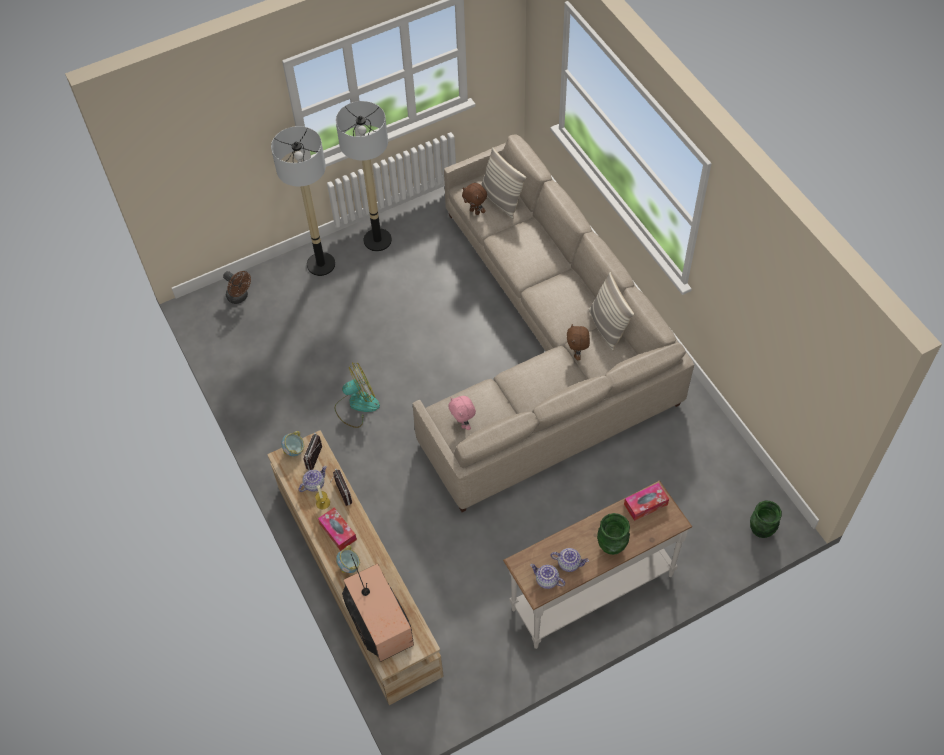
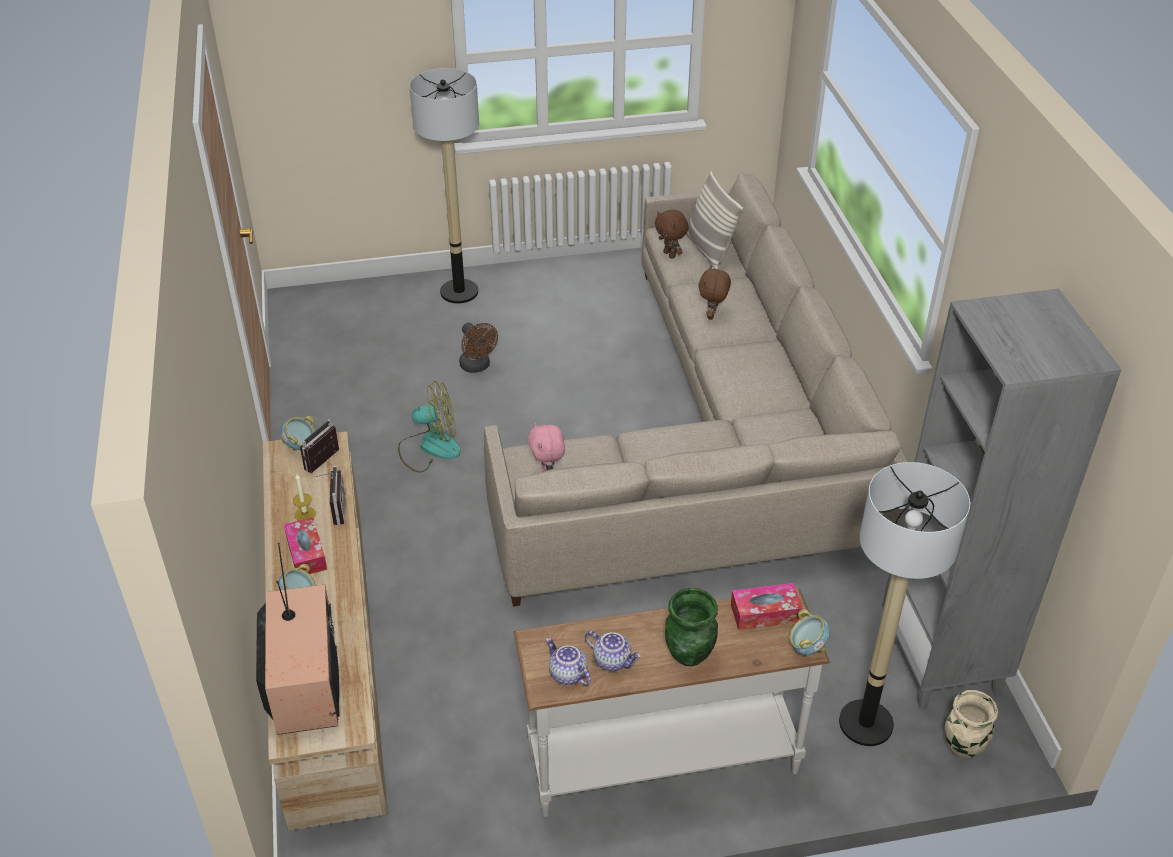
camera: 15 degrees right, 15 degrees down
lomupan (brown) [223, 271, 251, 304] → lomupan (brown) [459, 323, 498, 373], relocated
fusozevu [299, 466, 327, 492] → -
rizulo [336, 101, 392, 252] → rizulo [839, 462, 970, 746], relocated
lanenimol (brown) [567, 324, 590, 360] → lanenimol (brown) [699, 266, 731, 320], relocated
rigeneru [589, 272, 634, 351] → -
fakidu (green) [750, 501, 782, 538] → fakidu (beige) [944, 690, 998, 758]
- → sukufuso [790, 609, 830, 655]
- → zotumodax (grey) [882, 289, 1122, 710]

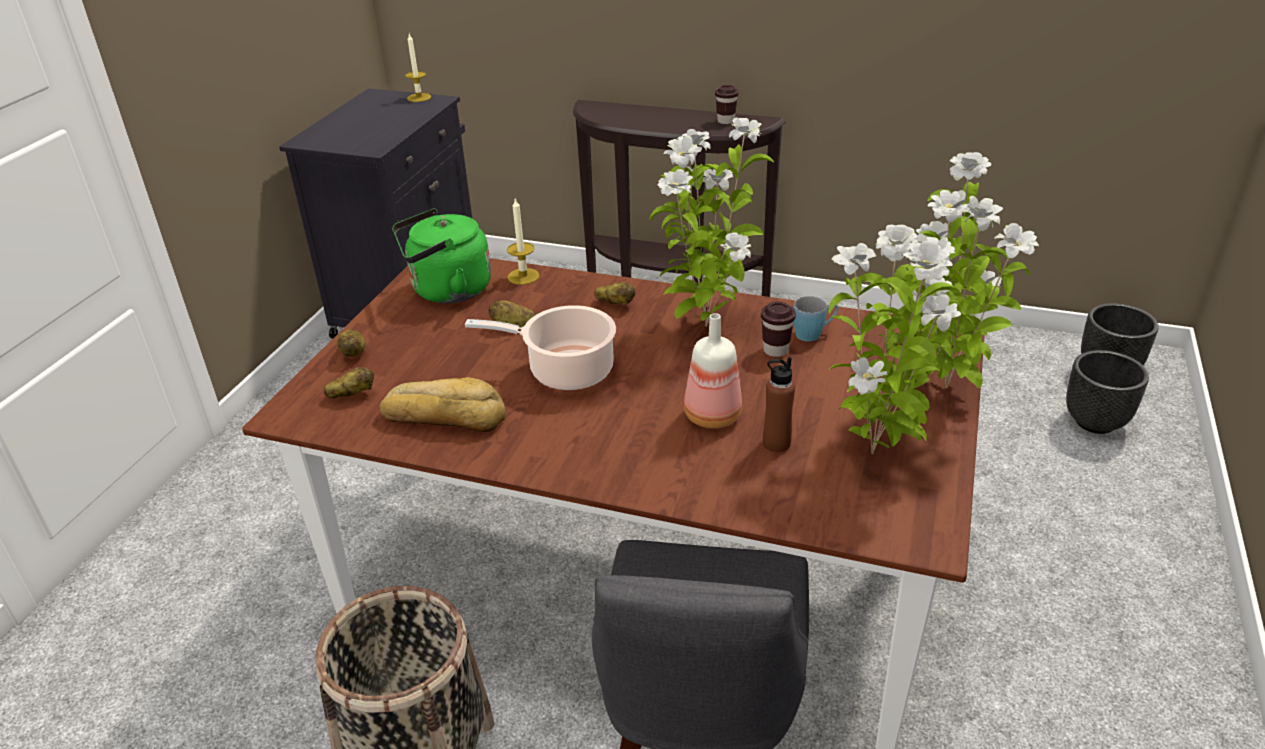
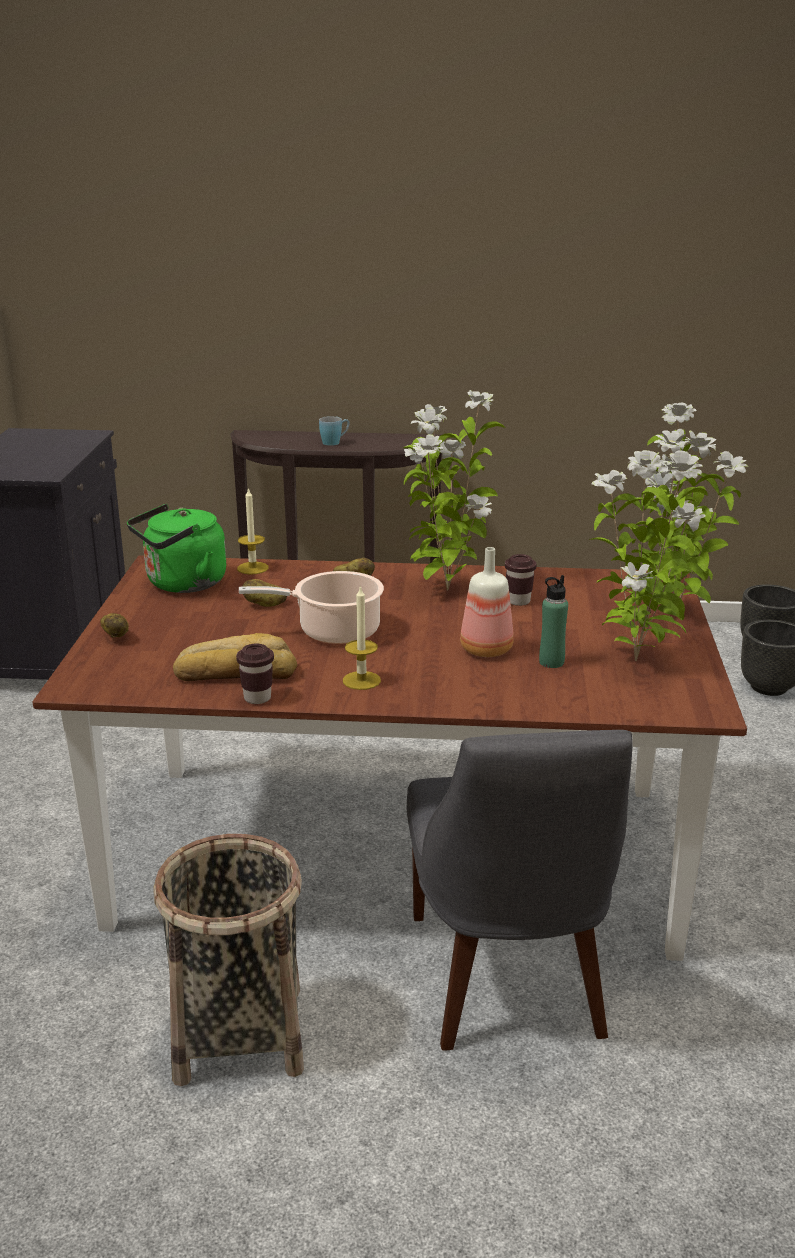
camera: 15 degrees left, 10 degrees down
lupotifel [324, 367, 374, 398] → -
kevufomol [405, 34, 431, 102] → kevufomol [343, 585, 381, 690], relocated
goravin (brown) [715, 85, 739, 124] → goravin (brown) [236, 644, 274, 704], relocated
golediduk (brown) [763, 357, 795, 452] → golediduk (green) [539, 575, 568, 668]
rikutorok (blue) [793, 296, 839, 342] → rikutorok (blue) [319, 416, 350, 446], relocated

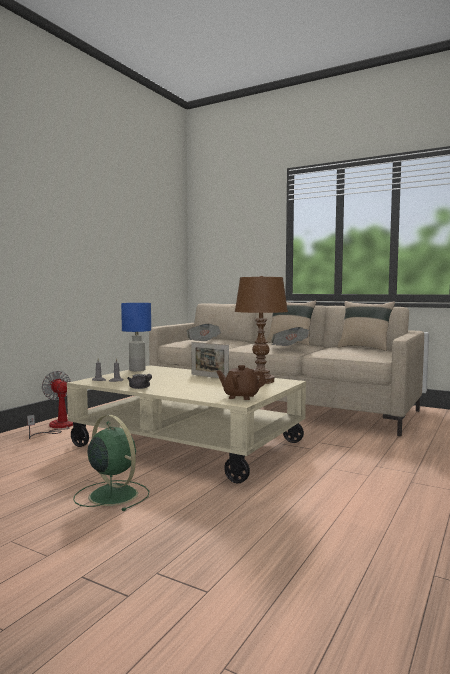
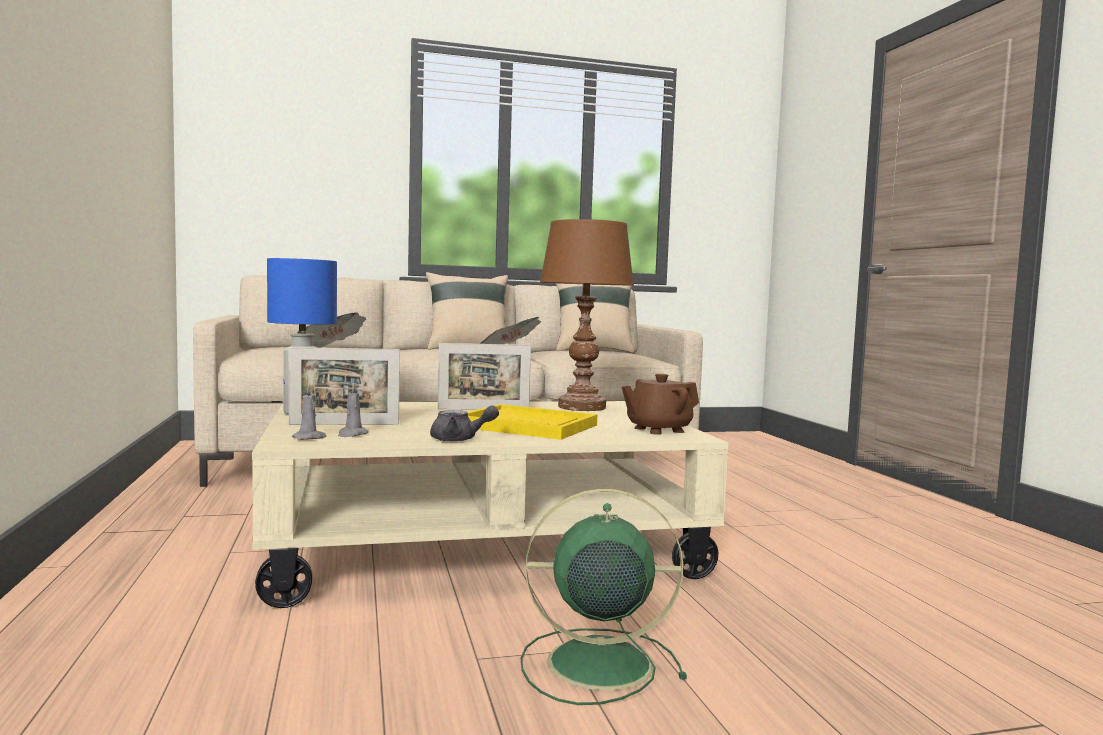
camera: 45 degrees left, 0 degrees up
lomupan [27, 371, 73, 439] → -
- → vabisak [289, 347, 400, 425]
- → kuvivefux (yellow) [468, 404, 597, 440]

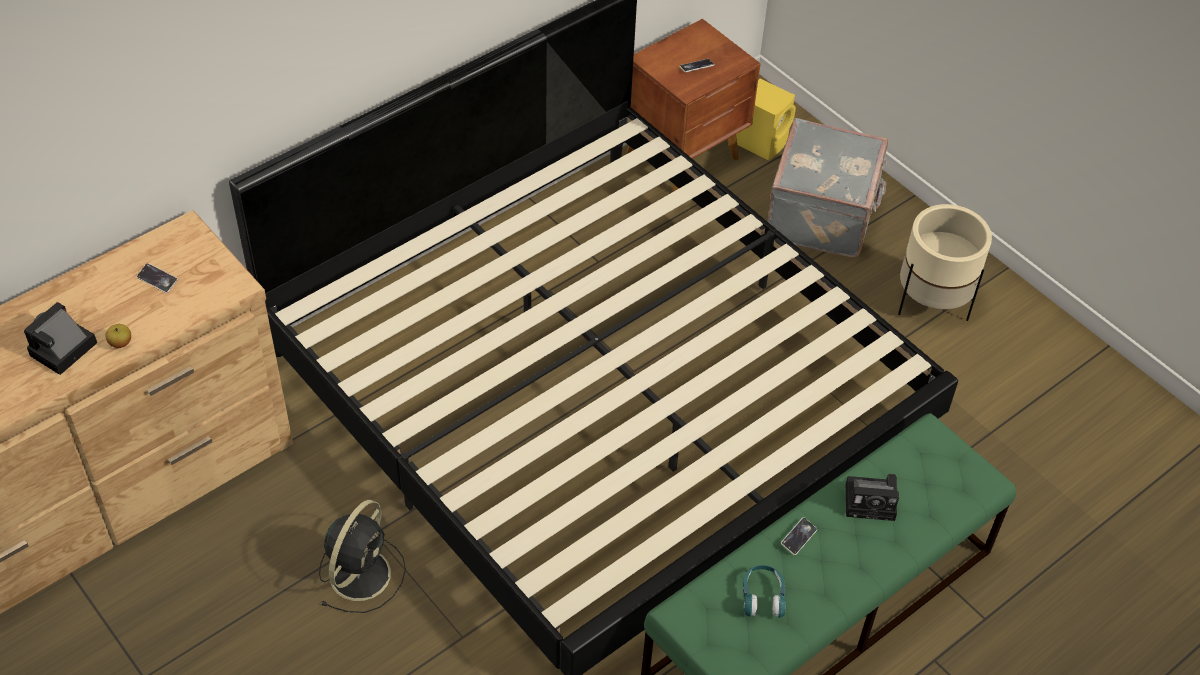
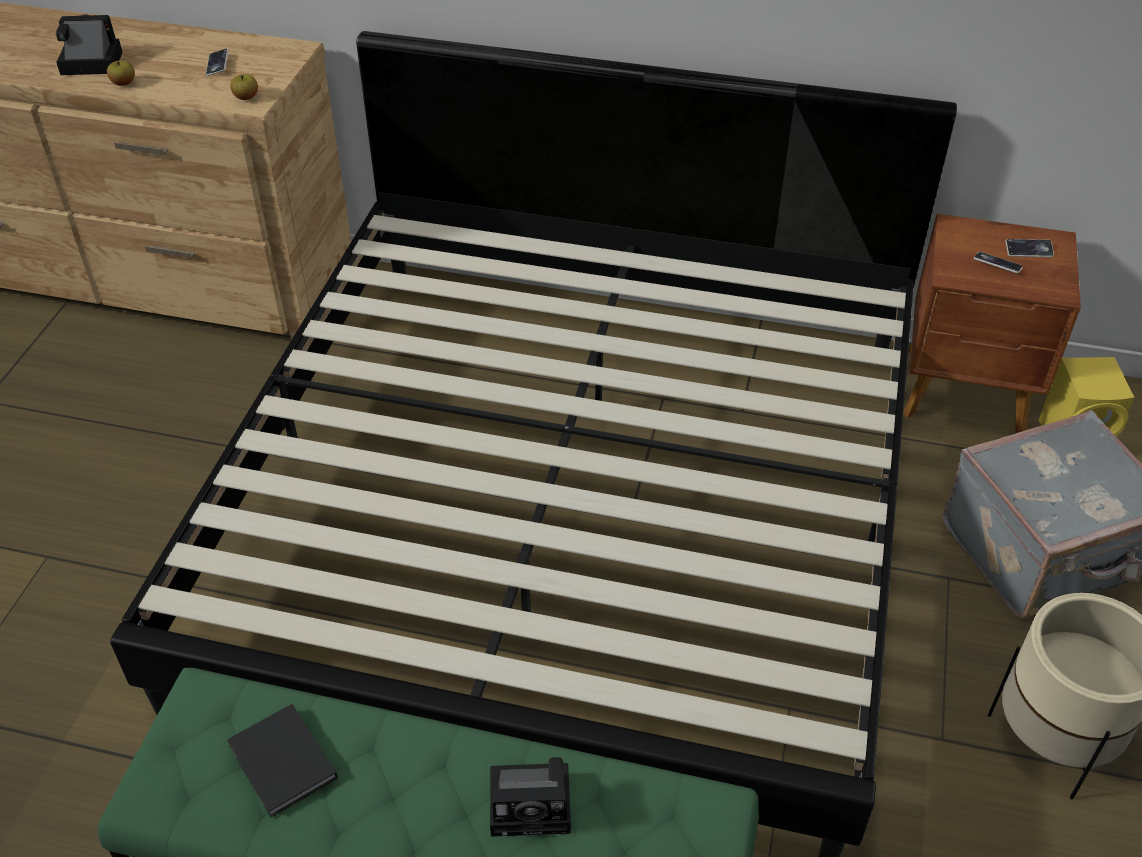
camera: 55 degrees right, 5 degrees down
lomupan (black) [319, 500, 406, 613] → -
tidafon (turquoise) [743, 565, 786, 618] → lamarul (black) [227, 704, 338, 817]
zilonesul [781, 517, 817, 555] → zilonesul [1006, 239, 1054, 257], relocated
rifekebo [846, 474, 899, 521] → rifekebo [490, 757, 571, 837], 60 degrees counterclockwise
- → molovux [230, 74, 258, 100]

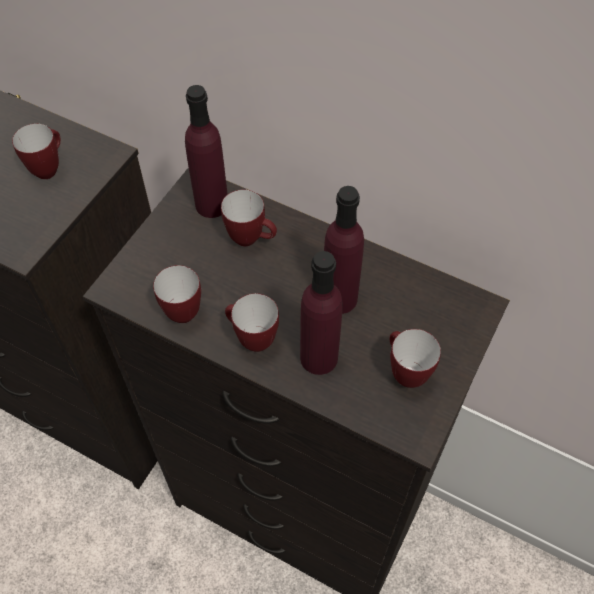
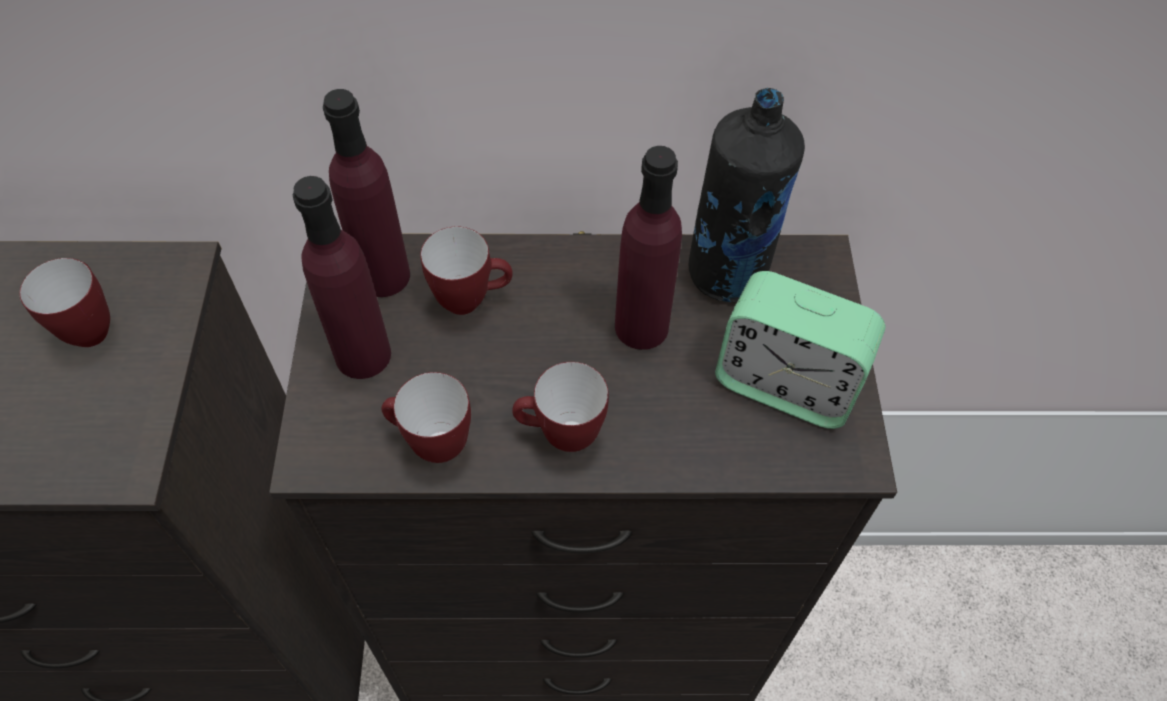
camera: 30 degrees left, 0 degrees up
golediduk (purple) [300, 251, 343, 375] → golediduk (purple) [293, 176, 391, 379], relocated
rikutorok [390, 329, 441, 388] → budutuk [715, 271, 885, 429]
- → golediduk (black) [689, 88, 805, 302]

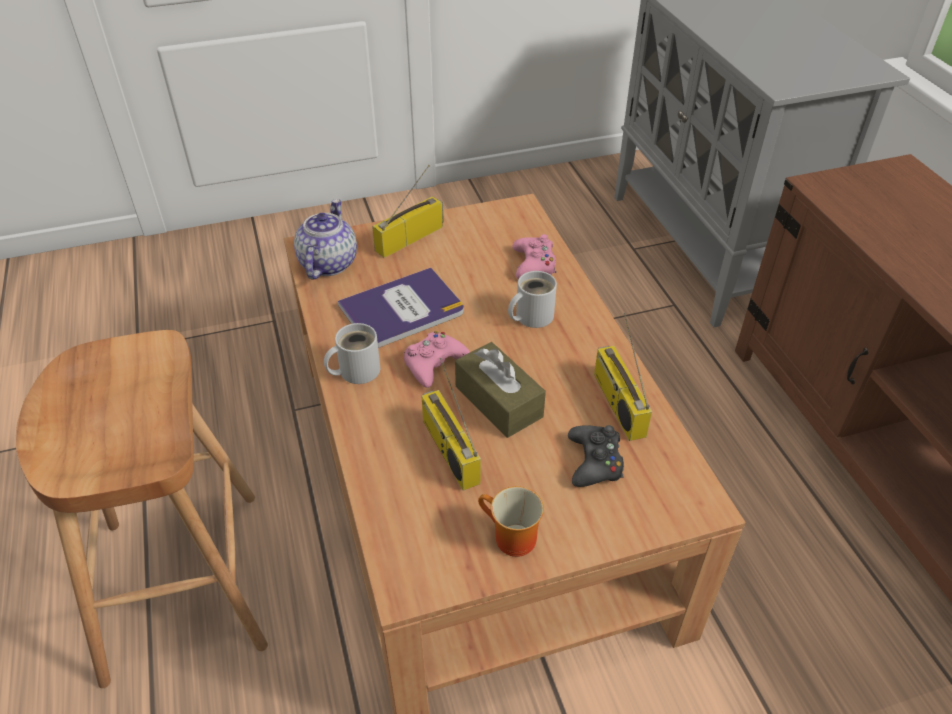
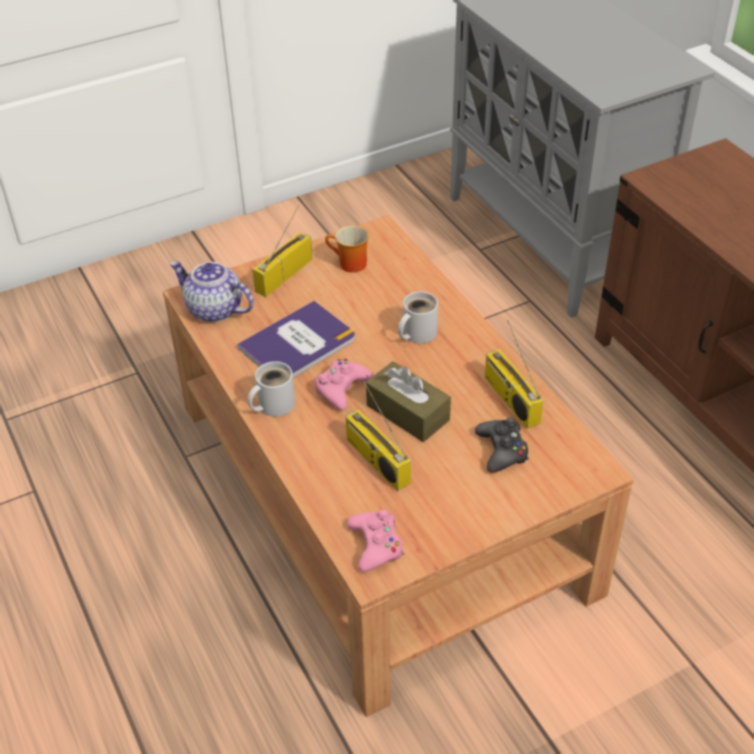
camera: 10 degrees left, 0 degrees up
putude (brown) [16, 330, 268, 688] → -
fusozevu [294, 199, 357, 280] → fusozevu [169, 261, 254, 322], 60 degrees counterclockwise
rikutorok [478, 486, 544, 557] → rikutorok [325, 225, 369, 273], relocated
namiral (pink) [512, 234, 556, 279] → namiral (pink) [347, 509, 404, 572], relocated

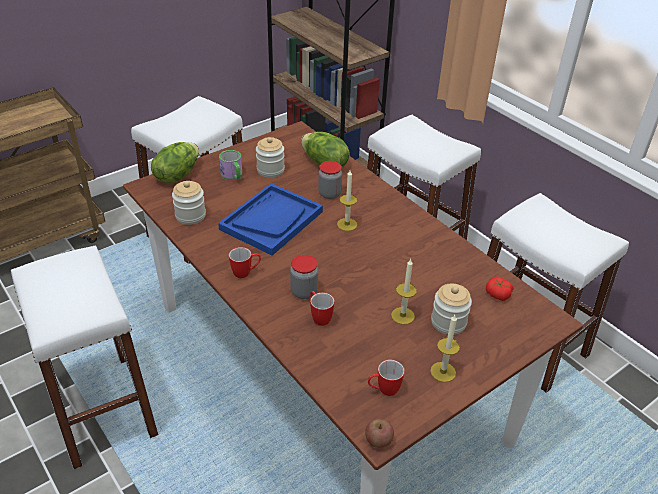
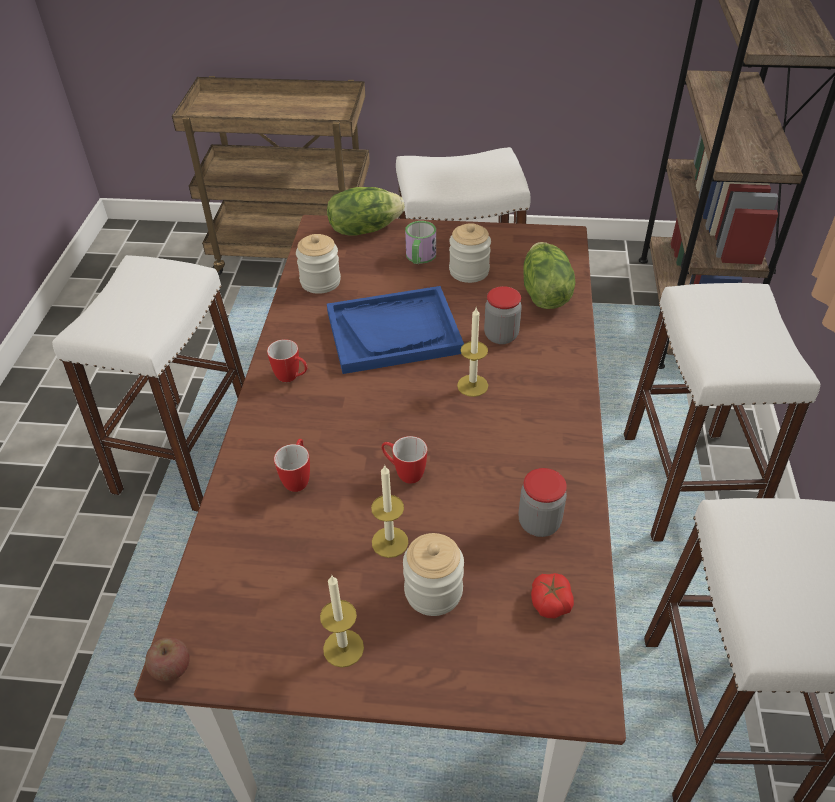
camera: 45 degrees right, 5 degrees up
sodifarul [290, 255, 318, 299] → sodifarul [519, 468, 567, 537], relocated
rikutorok [368, 360, 405, 396] → rikutorok [382, 436, 427, 484], relocated

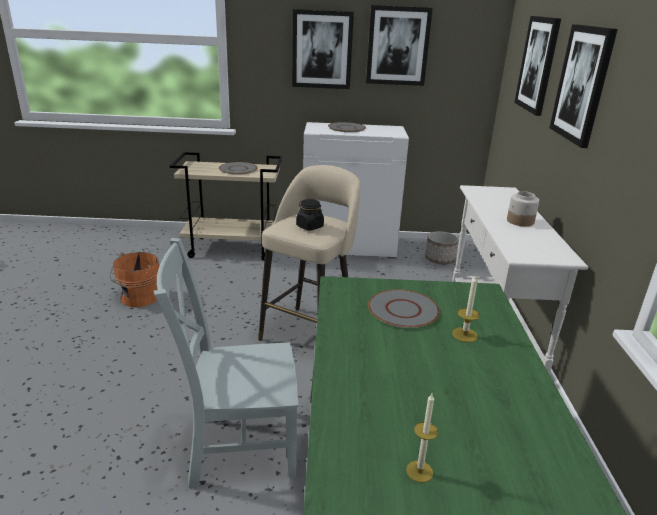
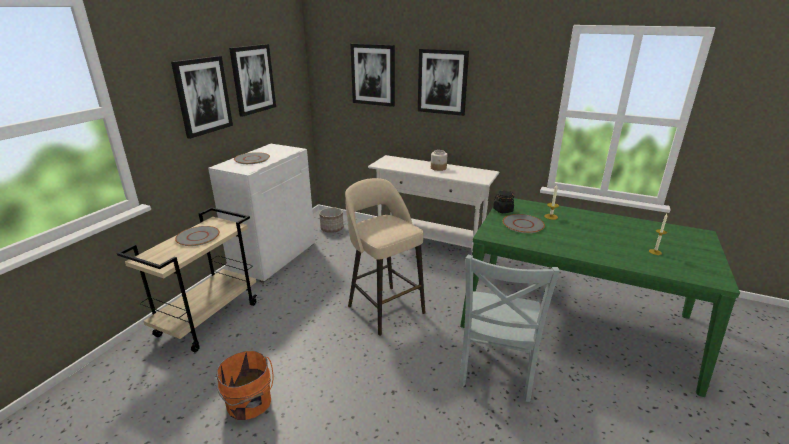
camera: 65 degrees left, 0 degrees up
sodifarul (black) [296, 199, 324, 230] → sodifarul (black) [493, 191, 514, 213], relocated

